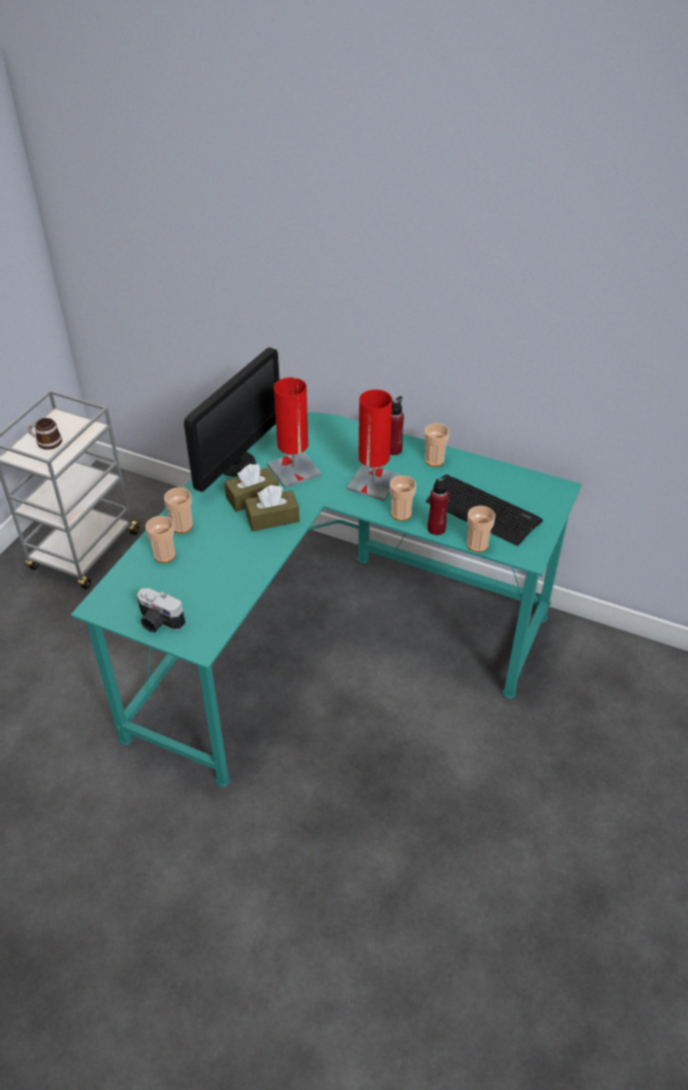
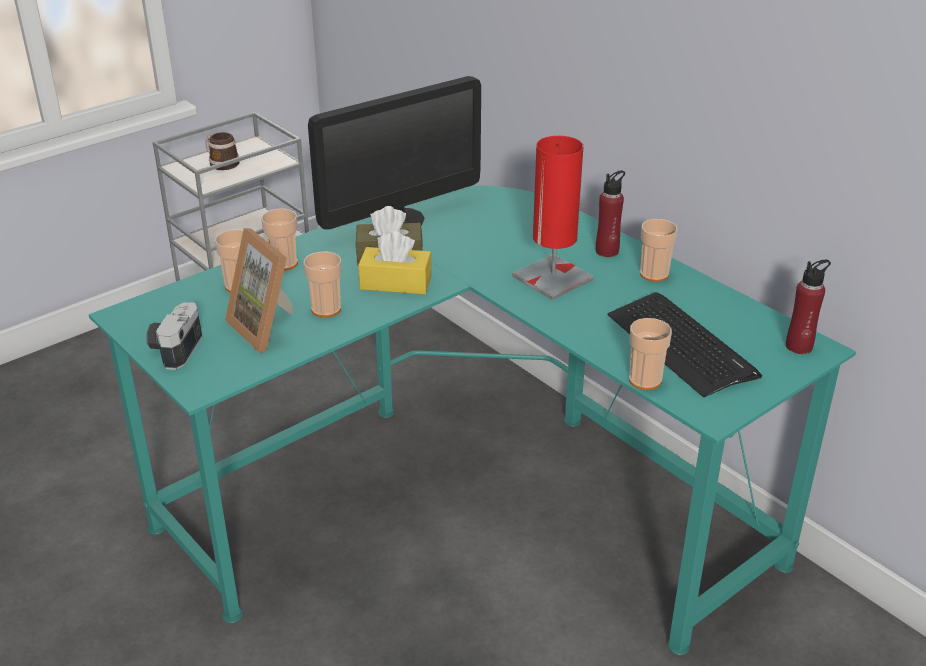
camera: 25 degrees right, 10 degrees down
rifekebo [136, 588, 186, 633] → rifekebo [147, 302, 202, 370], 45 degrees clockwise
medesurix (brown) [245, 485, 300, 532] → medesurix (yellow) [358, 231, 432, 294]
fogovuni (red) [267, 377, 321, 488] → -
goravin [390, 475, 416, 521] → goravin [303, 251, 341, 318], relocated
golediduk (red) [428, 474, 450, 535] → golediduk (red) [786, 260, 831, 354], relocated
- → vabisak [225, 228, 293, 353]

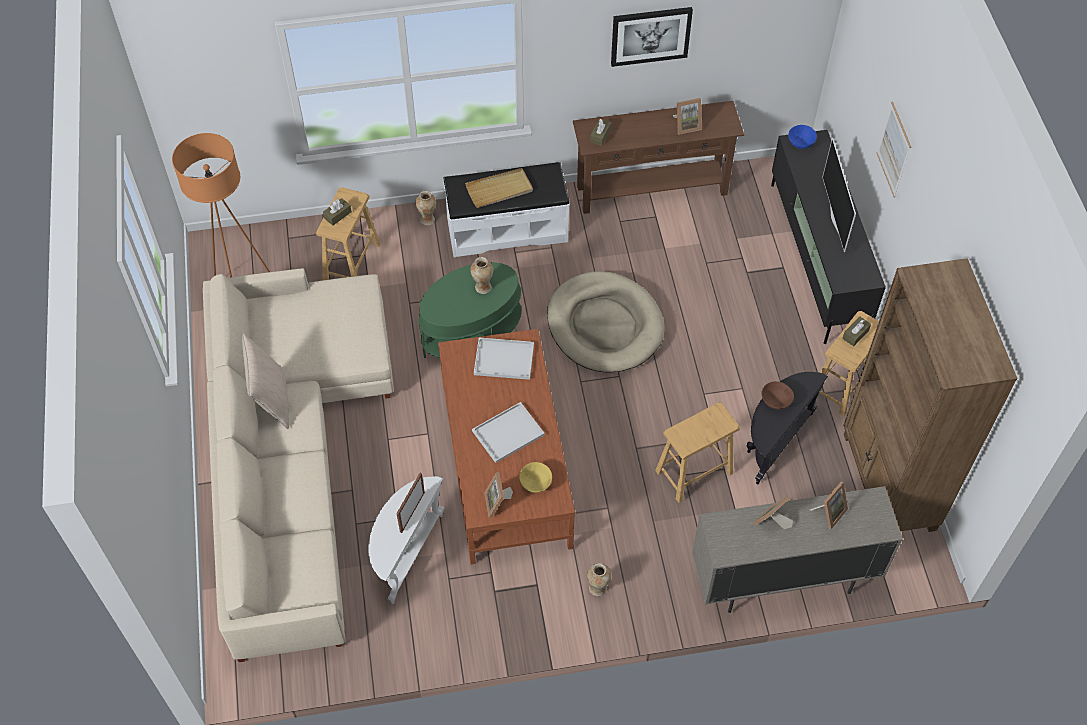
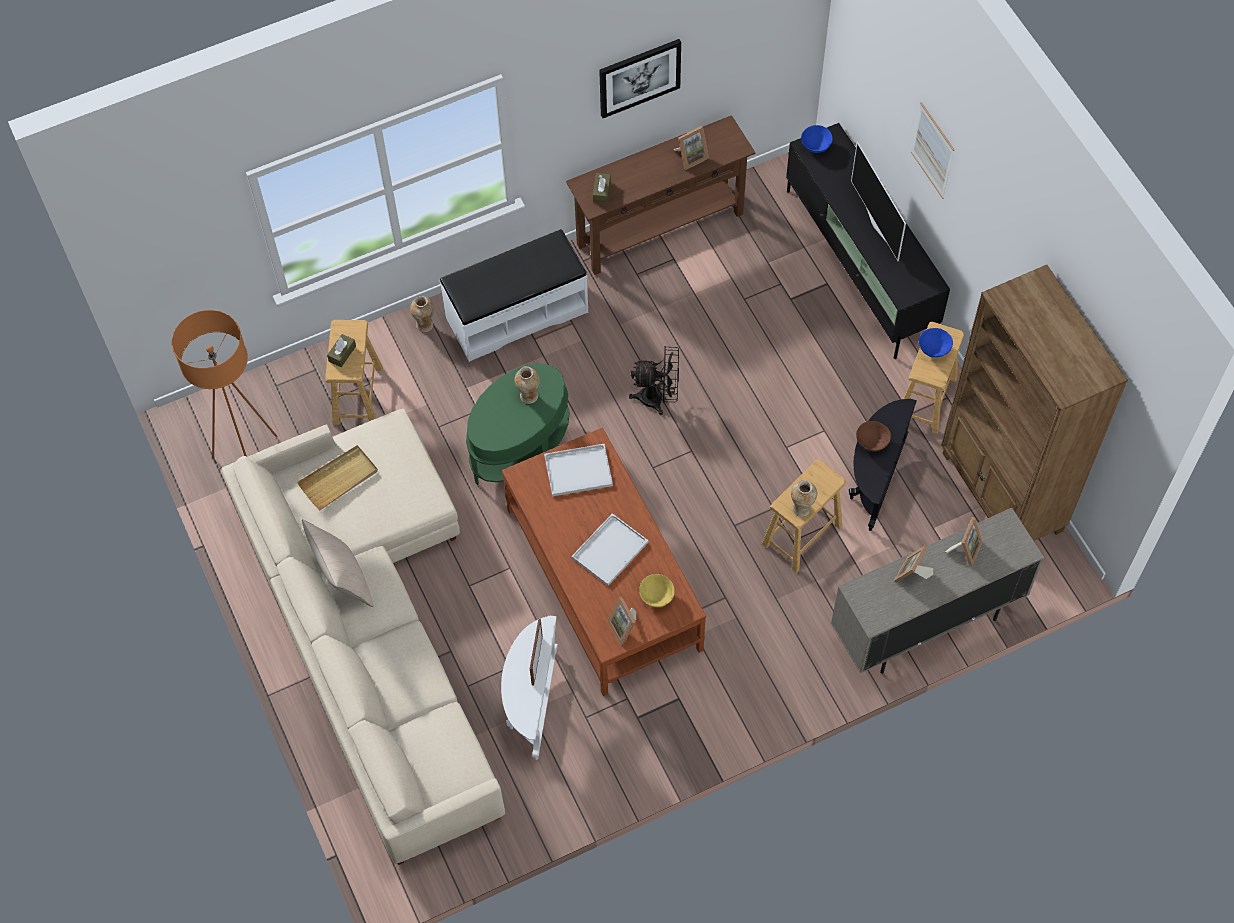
camera: 15 degrees left, 5 degrees up
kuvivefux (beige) [465, 168, 533, 208] → kuvivefux (beige) [297, 445, 378, 510], relocated
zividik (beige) [547, 271, 665, 372] → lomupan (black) [629, 346, 679, 415]
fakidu [587, 563, 611, 596] → fakidu [791, 480, 817, 517], relocated
medesurix (brown) [842, 316, 871, 346] → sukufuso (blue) [919, 328, 953, 358]

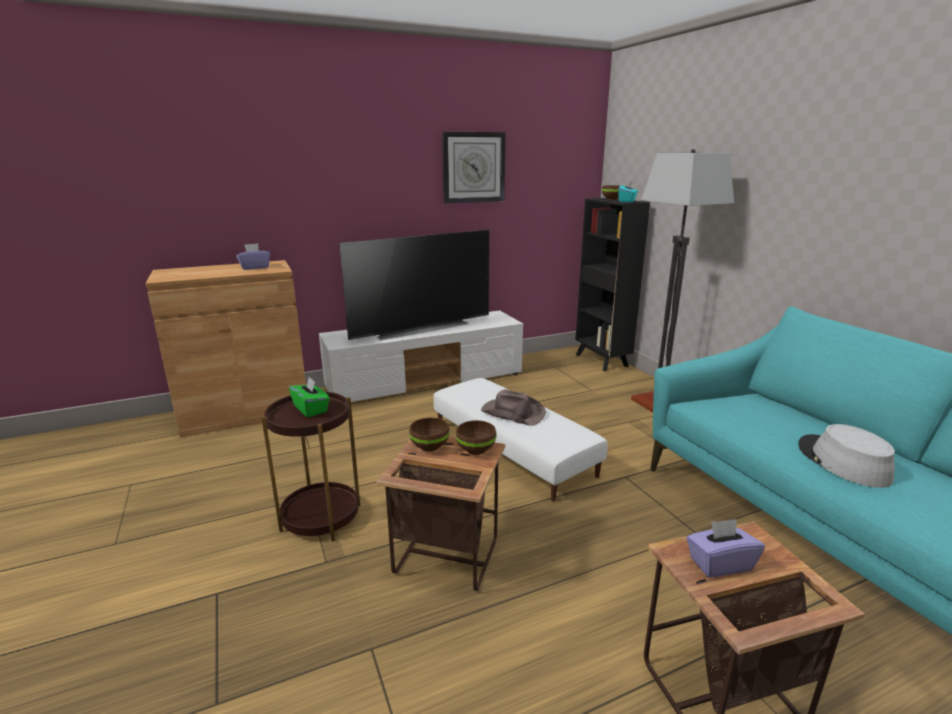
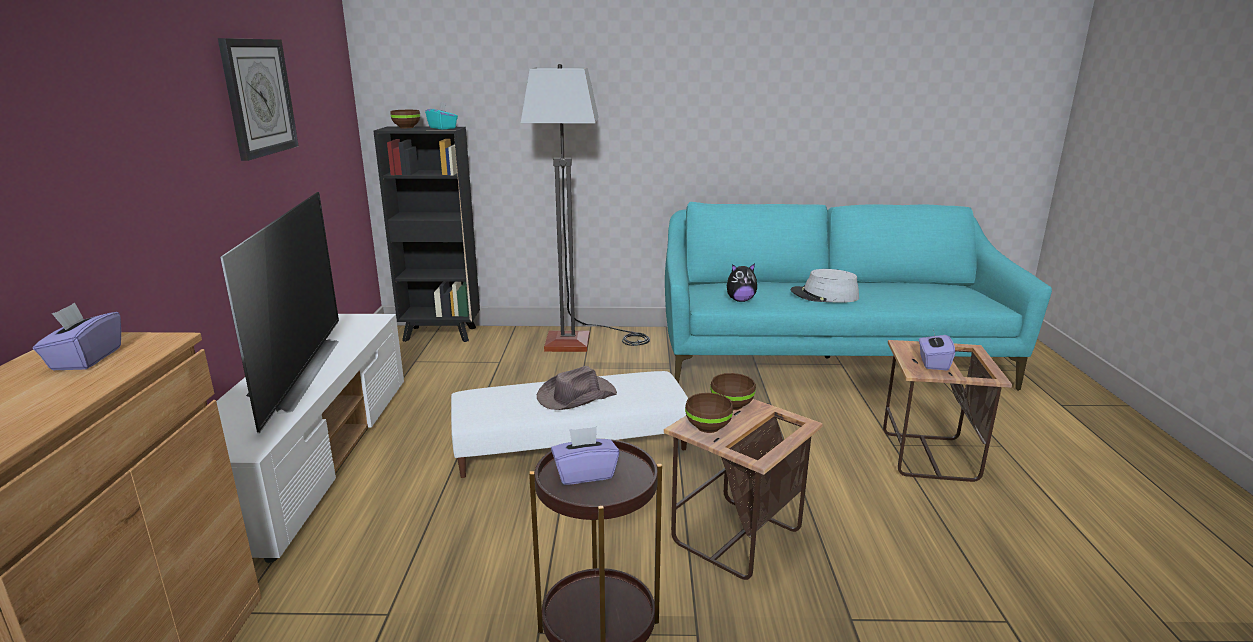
camera: 65 degrees left, 0 degrees up
medesurix (green) [289, 377, 330, 417] → medesurix (purple) [551, 427, 619, 485]
- → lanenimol [727, 263, 757, 302]

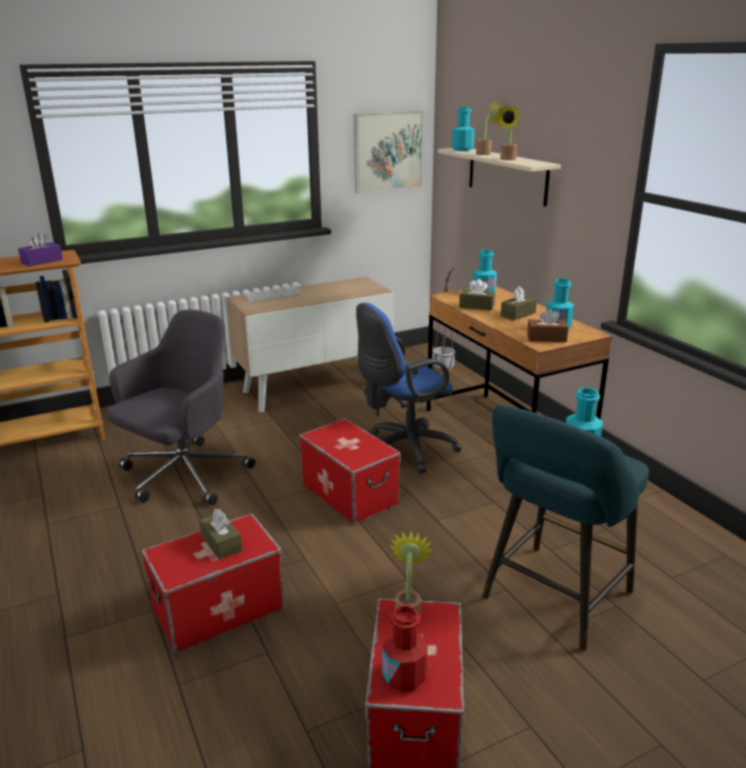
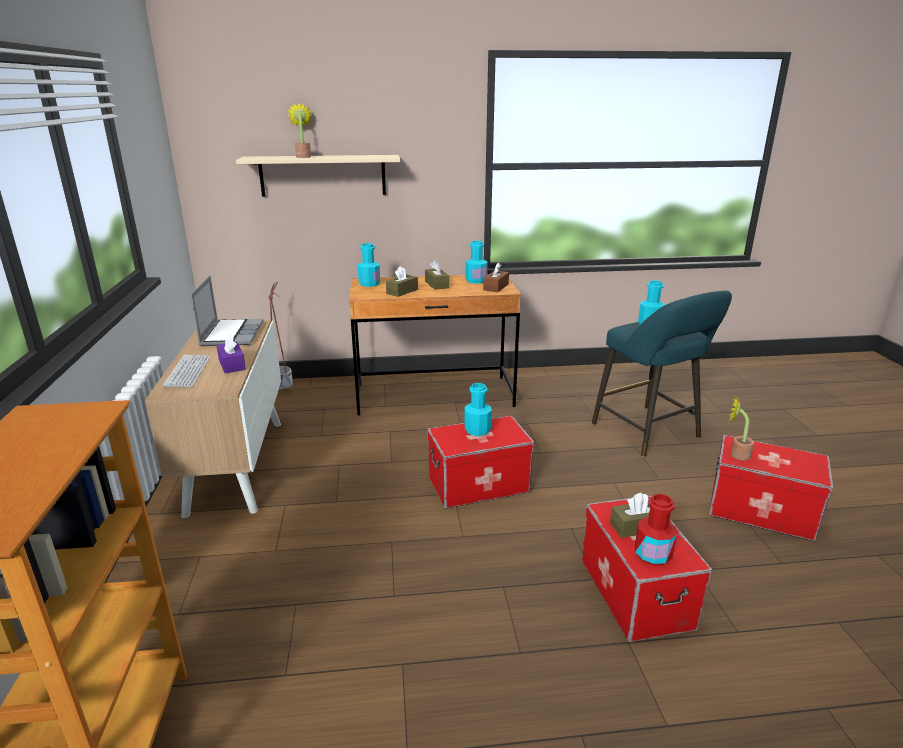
camera: 70 degrees left, 0 degrees up
medesurix (purple) [18, 232, 63, 267] → medesurix (purple) [217, 334, 246, 373], relocated
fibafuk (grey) [106, 310, 255, 505] → -
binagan [354, 111, 424, 194] → -
fibafuk (blue) [356, 302, 462, 473] → -
golediduk (red) [382, 605, 428, 691] → golediduk (red) [635, 494, 677, 566], relocated
golediduk (turquoise) [452, 107, 475, 151] → golediduk (turquoise) [464, 383, 492, 436], relocated
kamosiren [495, 104, 521, 160] → -
- → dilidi [190, 276, 264, 346]

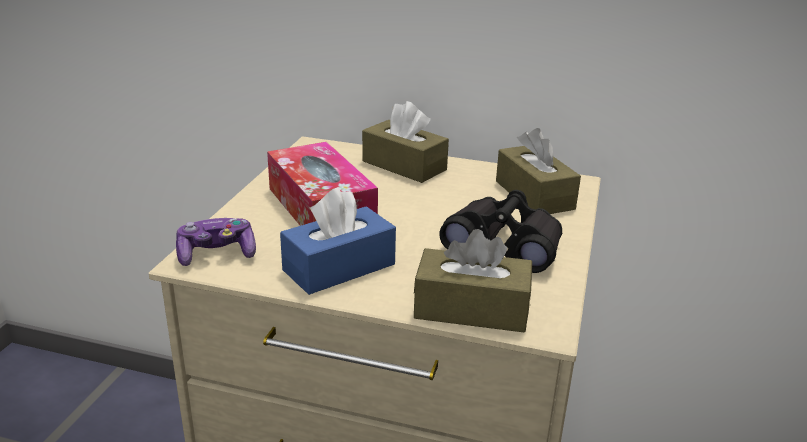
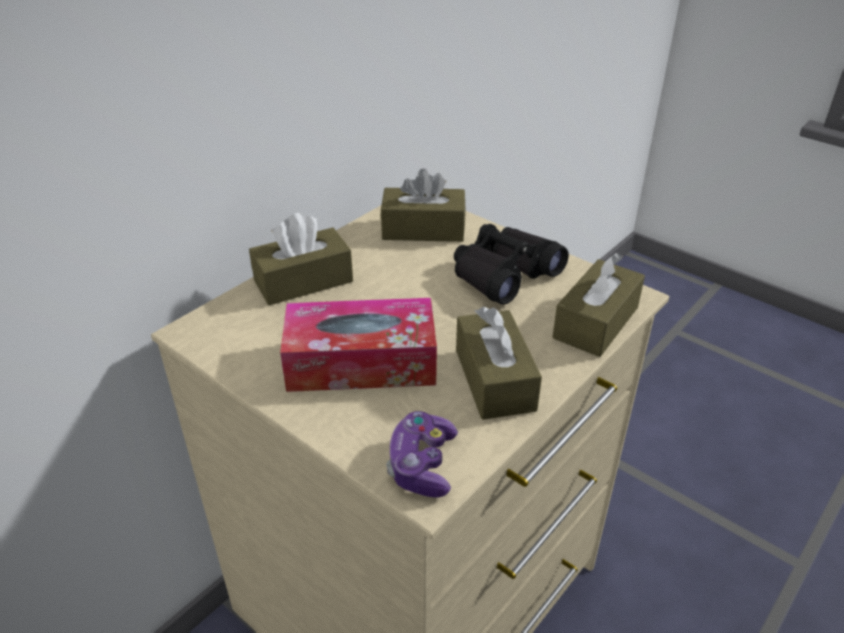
camera: 65 degrees left, 10 degrees up
medesurix (blue) [280, 187, 396, 295] → medesurix (brown) [456, 307, 542, 420]

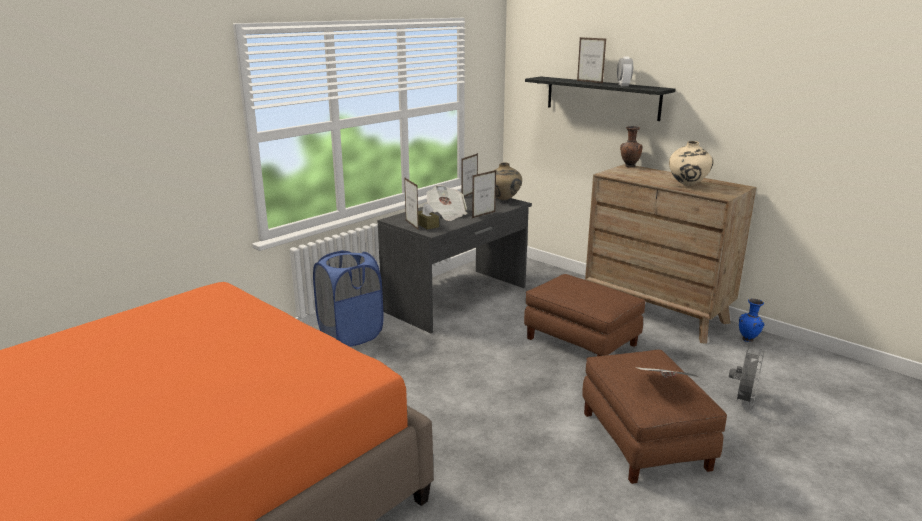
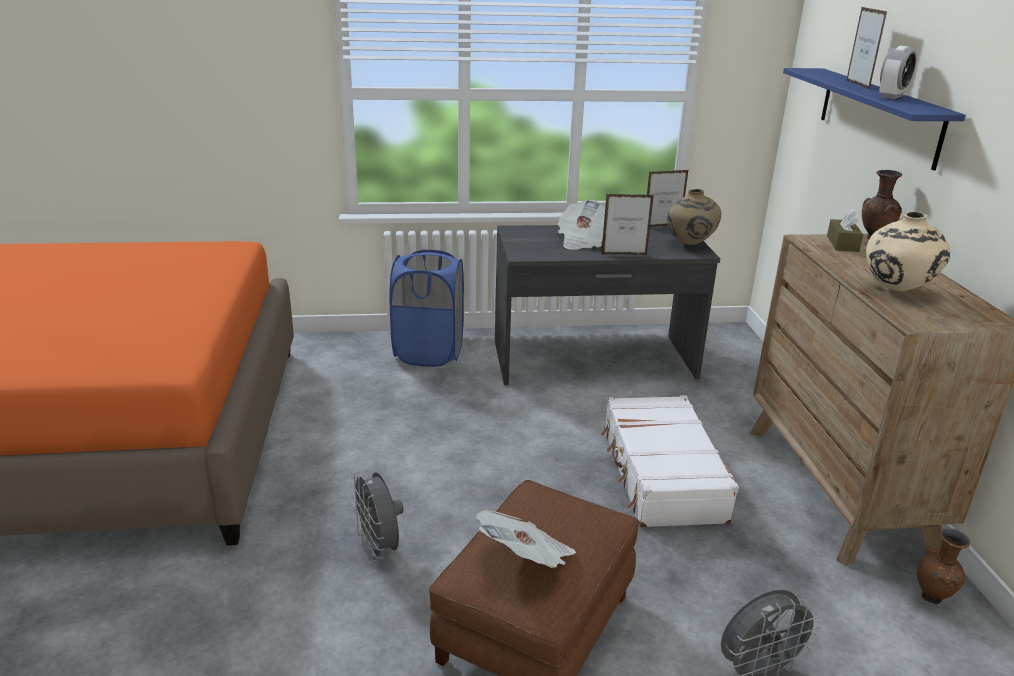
camera: 40 degrees right, 5 degrees up
vabisak [404, 177, 419, 230] → -
medesurix (brown) [418, 203, 439, 230] → medesurix (brown) [827, 209, 863, 252], relocated
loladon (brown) [524, 274, 645, 356] → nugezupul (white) [601, 395, 739, 527]
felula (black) [525, 77, 675, 121] → felula (blue) [783, 68, 966, 170]
fakidu (blue) [739, 298, 764, 342] → fakidu (brown) [917, 528, 970, 604]
- → lomupan (grey) [349, 471, 404, 562]

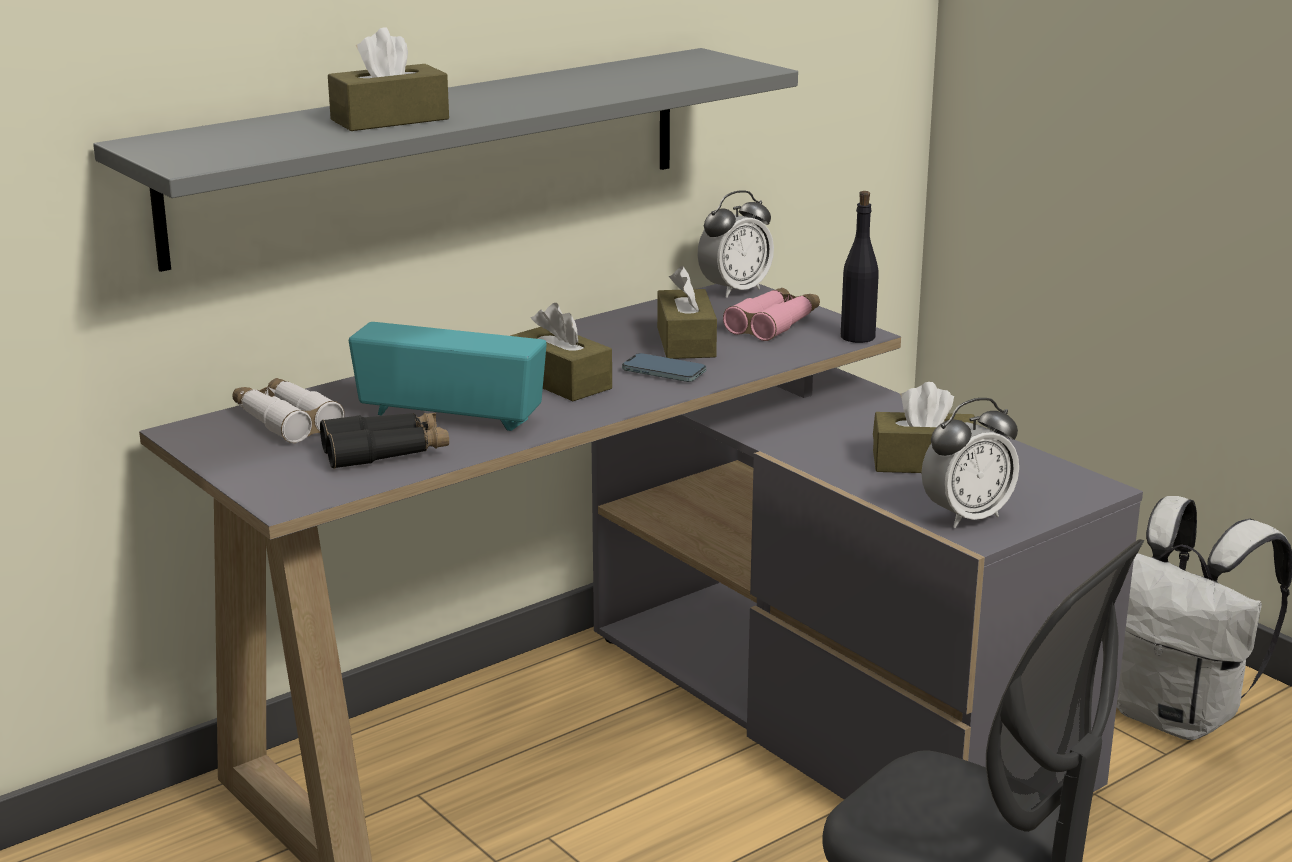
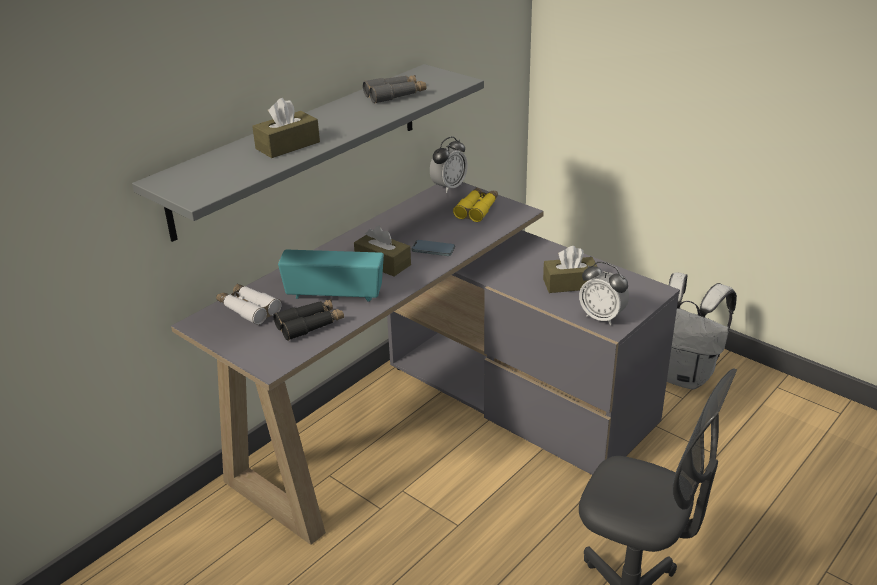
camera: 10 degrees left, 10 degrees up
medesurix (brown) [657, 266, 717, 359] → -
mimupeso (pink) [723, 288, 820, 341] → mimupeso (yellow) [453, 187, 498, 222]
golediduk (black) [841, 191, 879, 343] → -
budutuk [921, 398, 1019, 528] → budutuk [579, 262, 629, 325], 75 degrees clockwise
- → mimupeso (grey) [363, 75, 426, 104]

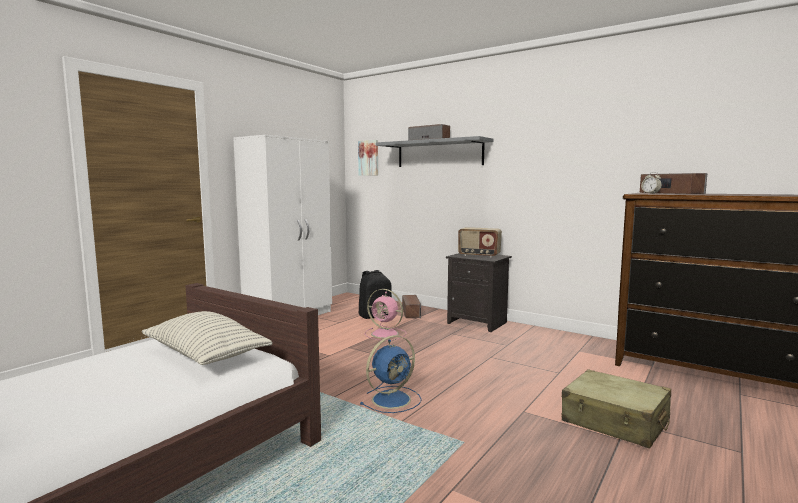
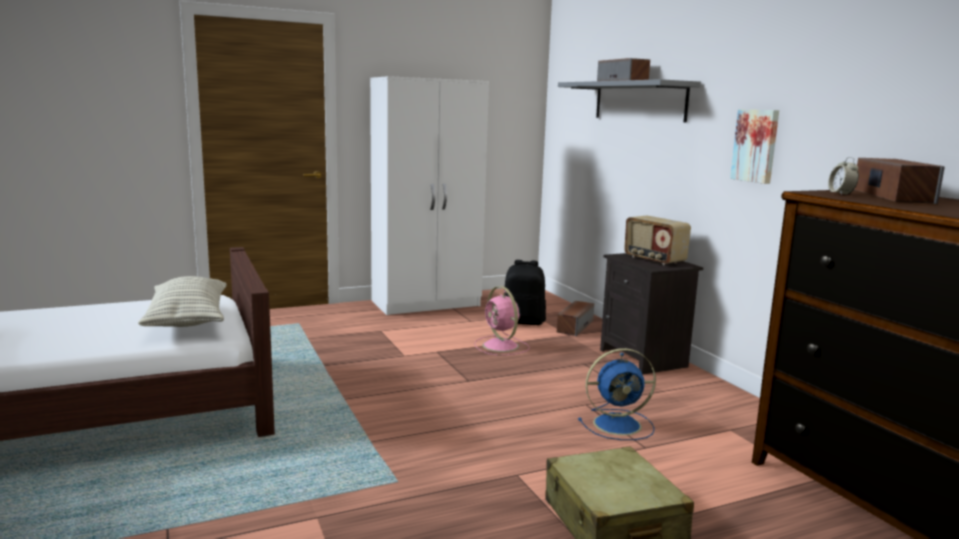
camera: 30 degrees right, 5 degrees up
binagan [358, 140, 378, 176] → binagan [730, 109, 779, 184], relocated
lomupan (blue) [360, 335, 422, 413] → lomupan (blue) [578, 348, 656, 440], relocated

